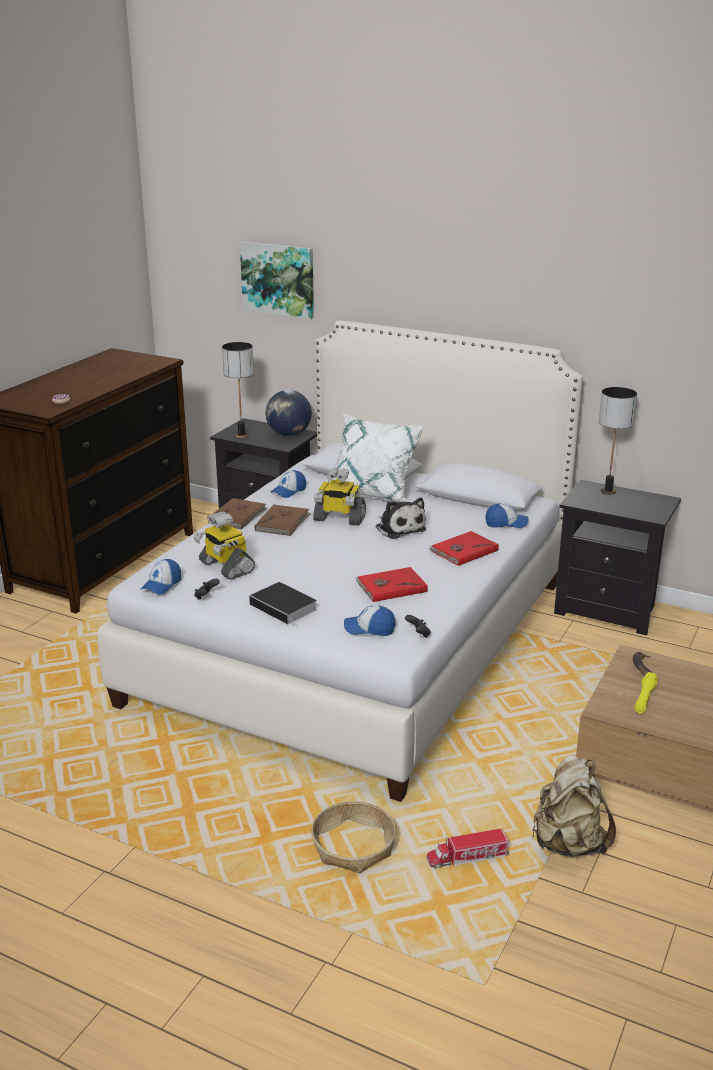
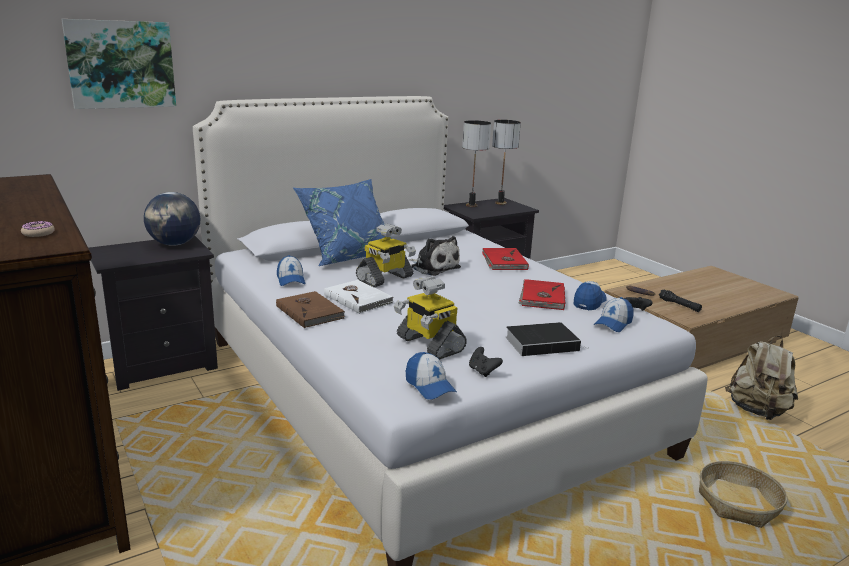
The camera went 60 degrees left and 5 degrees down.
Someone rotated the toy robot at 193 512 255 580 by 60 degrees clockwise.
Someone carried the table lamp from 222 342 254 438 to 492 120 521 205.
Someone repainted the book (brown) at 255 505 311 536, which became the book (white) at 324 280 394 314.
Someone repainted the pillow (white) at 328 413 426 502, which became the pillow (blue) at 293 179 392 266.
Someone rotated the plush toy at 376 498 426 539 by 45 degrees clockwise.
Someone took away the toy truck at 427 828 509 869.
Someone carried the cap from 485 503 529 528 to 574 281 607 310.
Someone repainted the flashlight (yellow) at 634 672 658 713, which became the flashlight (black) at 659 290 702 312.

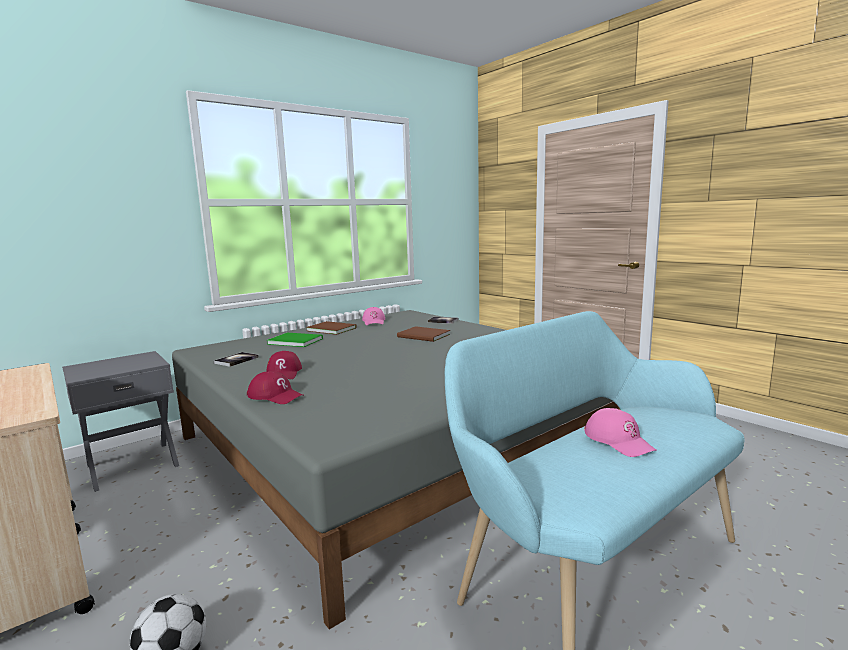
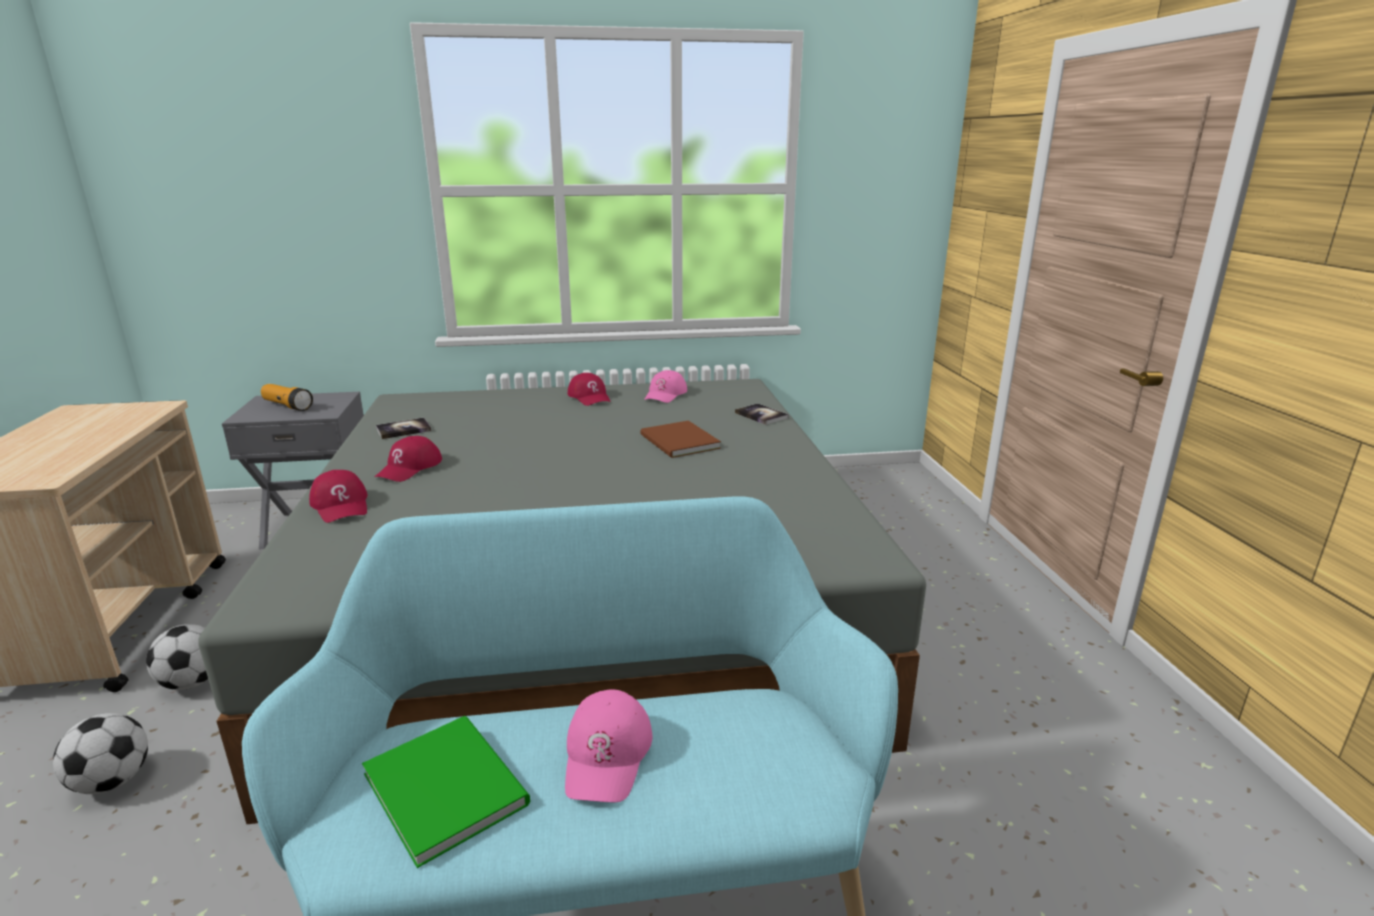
The camera went 30 degrees right and 10 degrees up.
Someone carried the book (green) from 267 333 323 347 to 362 716 530 868.
Someone swapped the book (brown) at 306 321 357 335 for the cap (red) at 568 373 611 406.
Someone put down the football at 146 624 208 690.
Someone put down the flashlight at 261 384 313 411.

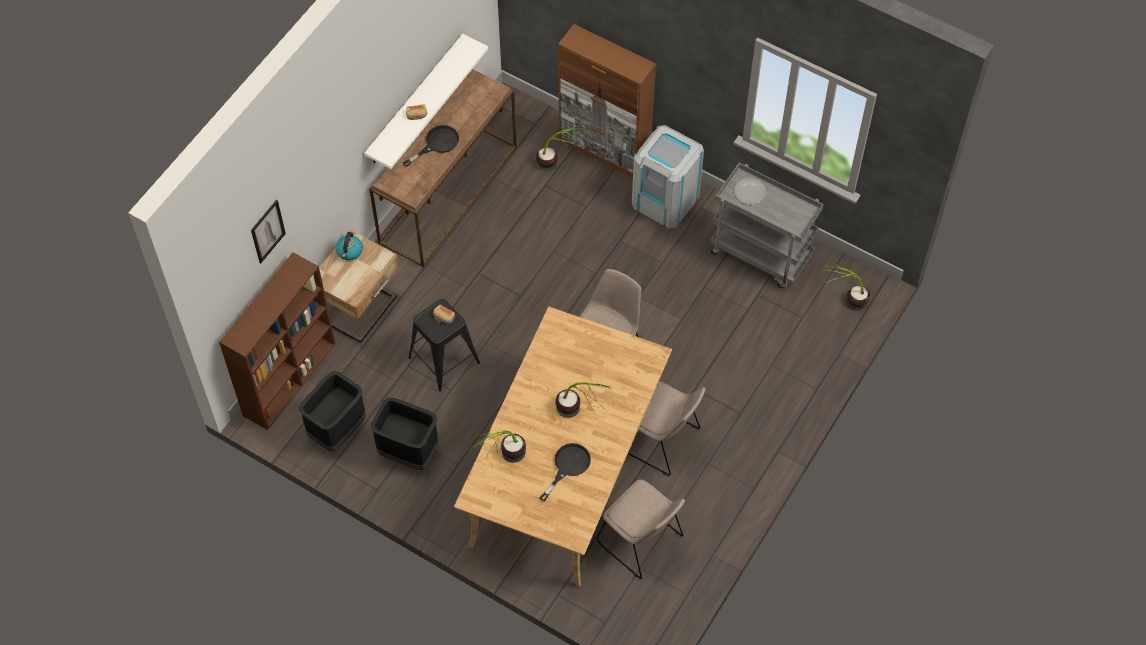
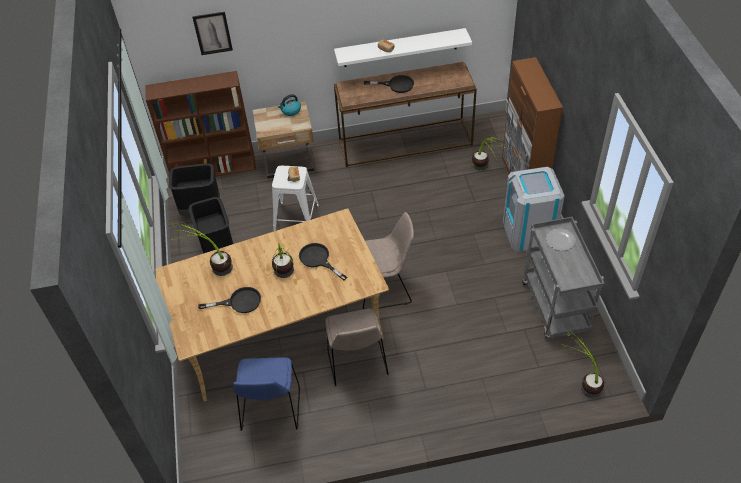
The camera went 50 degrees right and 10 degrees down.
Someone repainted the stool (black) at 408 299 480 392, which became the stool (white) at 272 166 319 231.
Someone repainted the chair (beige) at 597 479 685 579, which became the chair (blue) at 233 357 300 431.
Someone put down the frying pan (black) at 299 243 347 281.

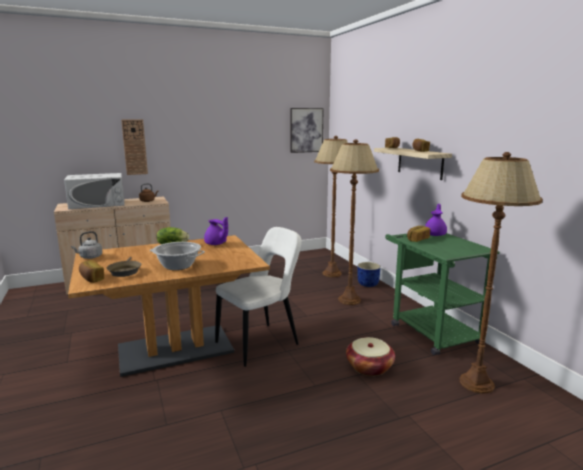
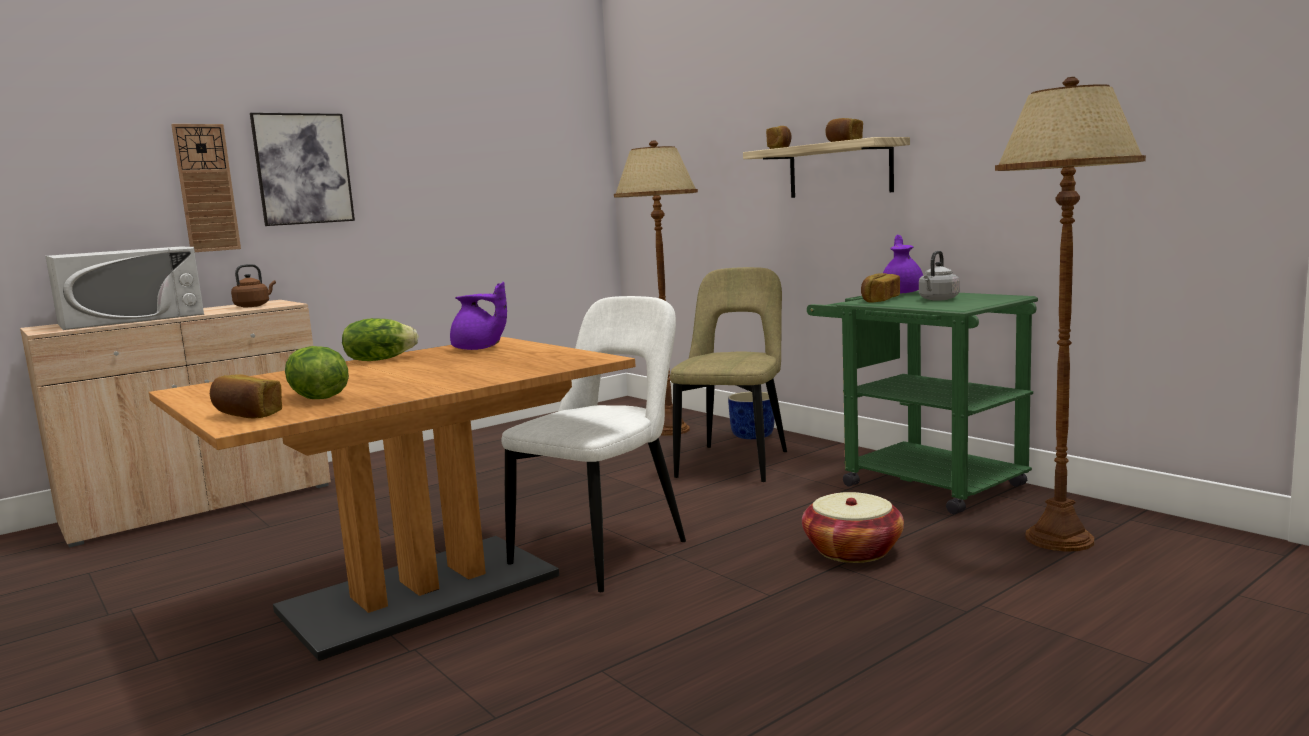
The camera went 15 degrees left and 5 degrees down.
Someone carried the kettle (grey) from 71 231 102 259 to 919 251 960 301.
Someone swapped the frying pan (brown) at 107 257 141 277 for the lettuce at 285 346 349 399.
Someone took away the cooking pot at 150 242 205 270.
Someone carried the picture from 290 108 324 153 to 250 112 355 226.
Someone swapped the floor lamp (brown) at 330 139 379 305 for the chair (beige) at 670 267 787 482.

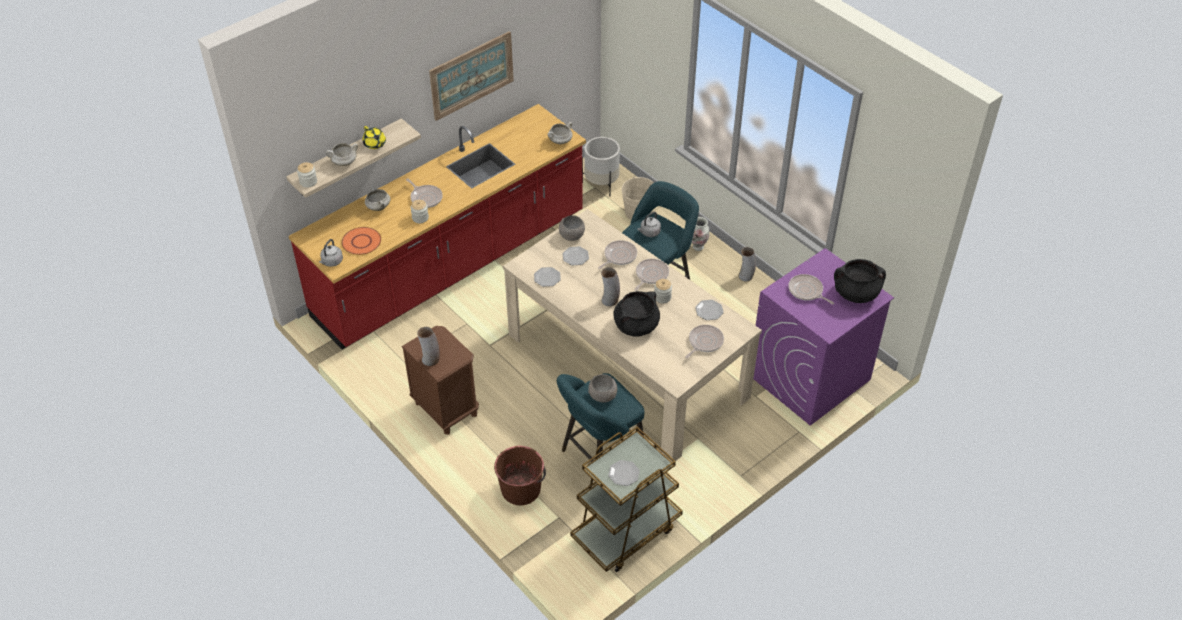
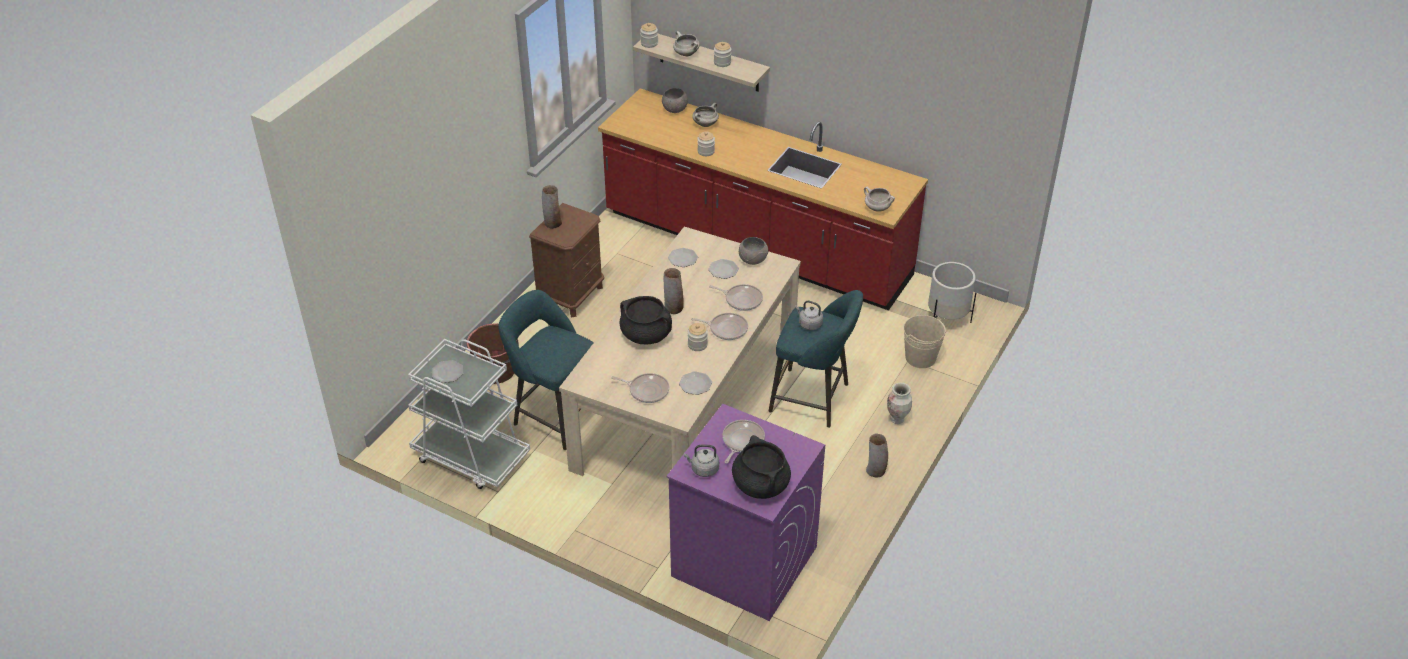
The camera went 70 degrees right and 5 degrees down.
Someone carried the kettle (grey) from 319 239 343 267 to 684 444 719 477.
Someone took away the plate (orange) at 341 227 381 255.
Someone swapped the teapot (yellow) at 362 126 386 149 for the jar at 714 42 731 67.
Someone took away the frying pan at 406 178 443 208.
Someone took away the picture at 429 31 514 121.
Someone repainted the cart (brown) at 570 427 683 572, which became the cart (white) at 408 339 530 489.
Someone carried the bowl (grey) from 588 374 617 403 to 662 88 688 113.

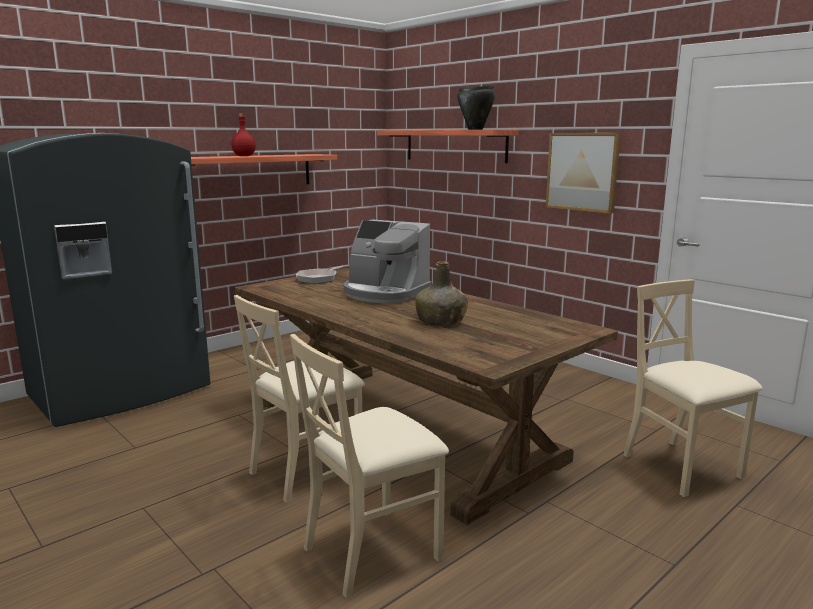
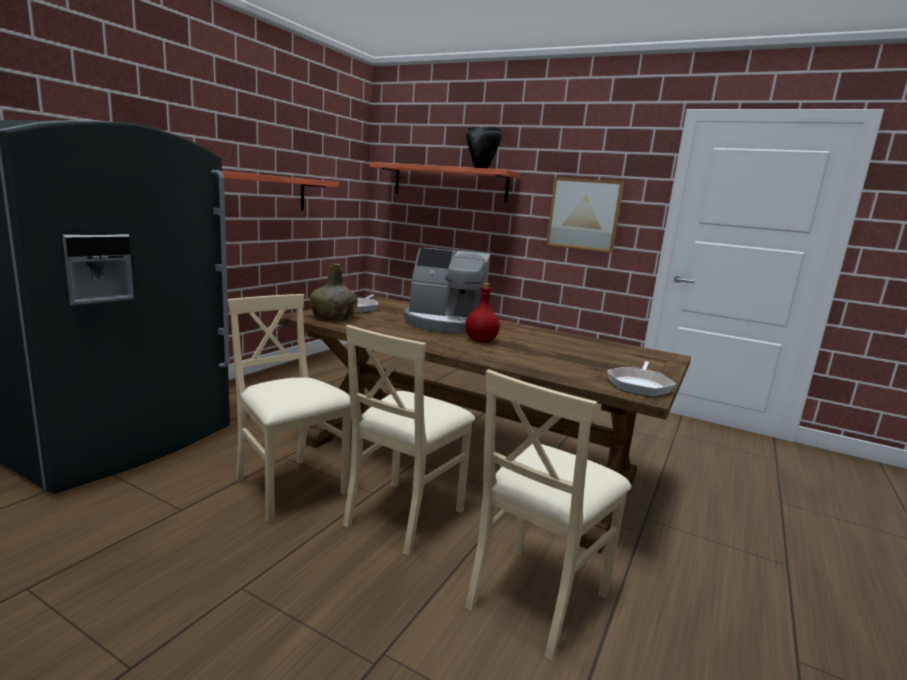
The camera went 20 degrees left and 0 degrees up.
Someone carried the bottle (red) from 231 113 256 156 to 465 283 500 342.
Someone carried the bottle (green) from 415 261 468 326 to 310 264 358 321.
Someone carried the chair (beige) from 623 279 763 497 to 228 294 351 523.
Someone put down the frying pan at 607 361 676 397.

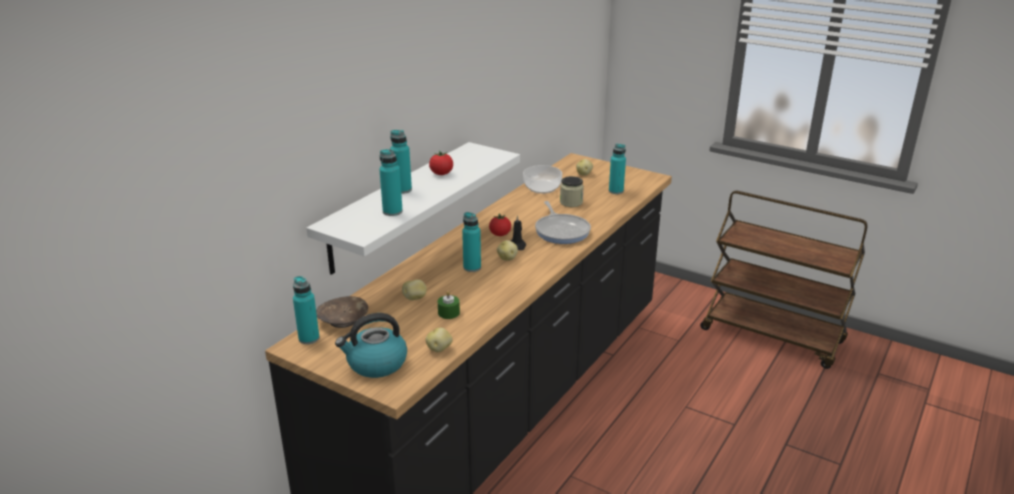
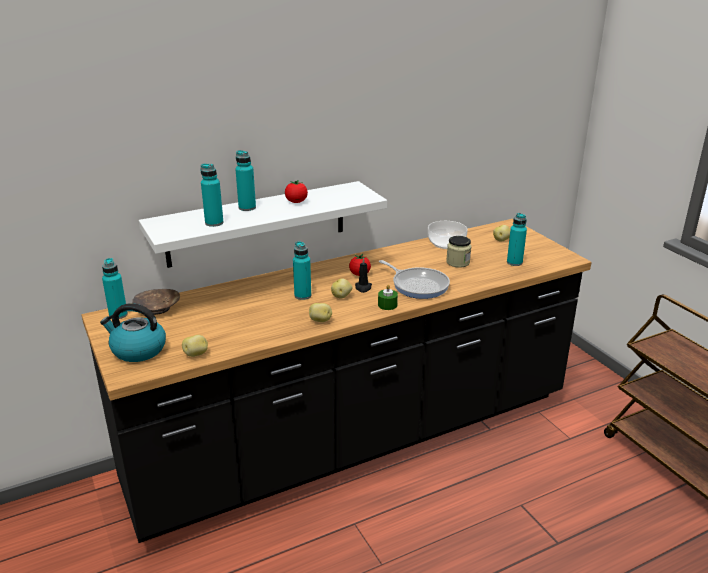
The camera went 30 degrees right and 0 degrees up.
Someone carried the potato from 402 279 427 300 to 309 303 332 322.
Someone carried the candle (green) from 438 291 460 319 to 378 285 398 310.
Someone rotated the frying pan at 535 201 591 244 by 60 degrees counterclockwise.

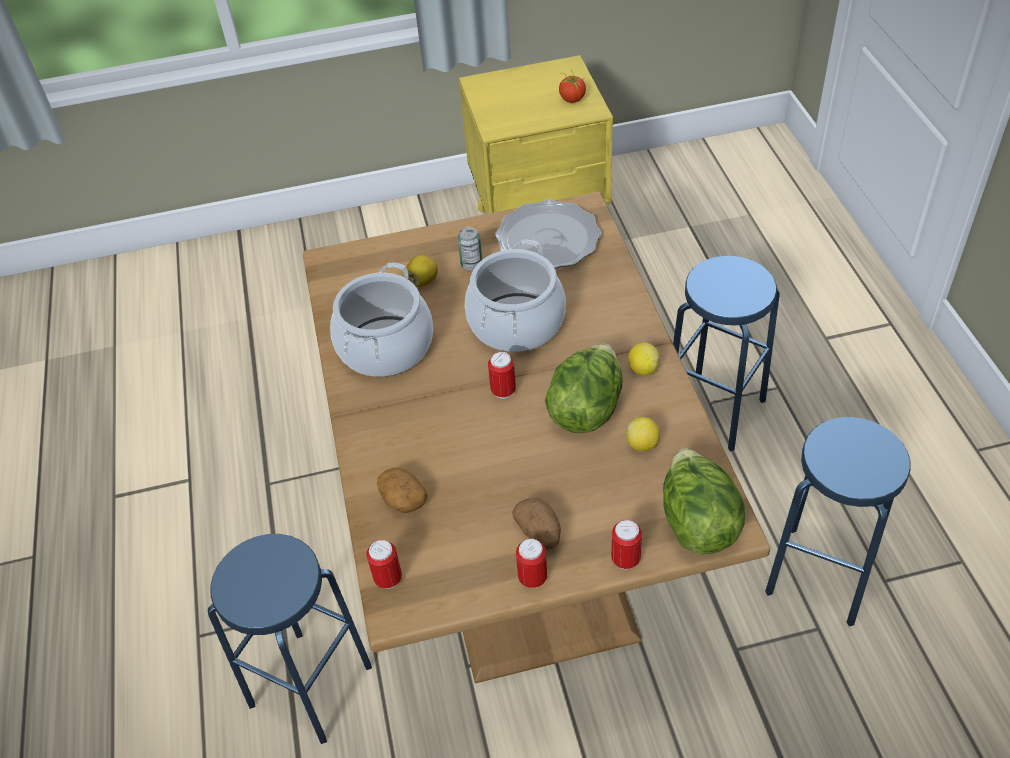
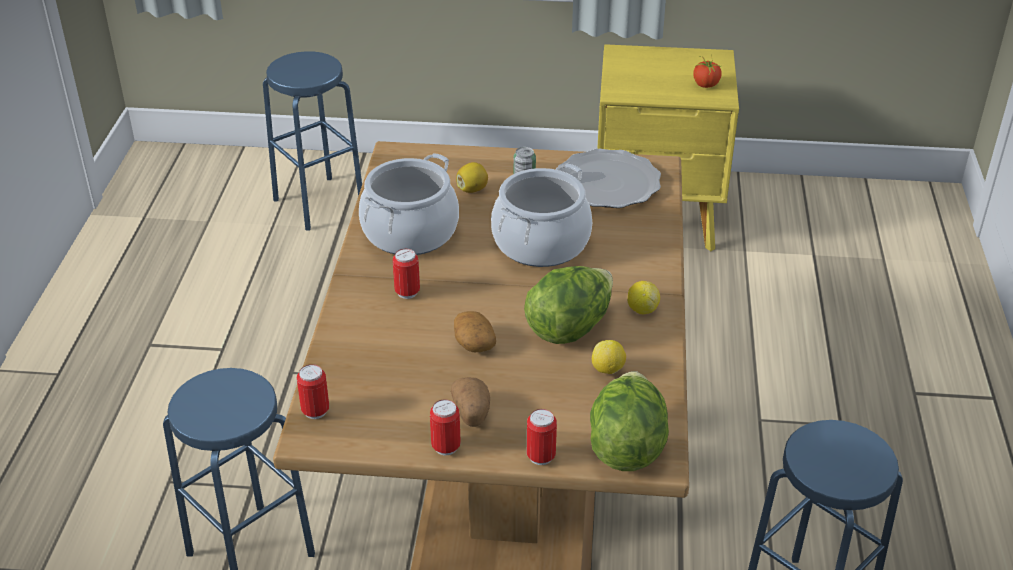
The camera went 15 degrees right and 10 degrees down.
Someone carried the potato from 377 468 427 513 to 454 311 496 352.
Someone carried the can from 488 352 516 399 to 393 249 420 299.
Someone carried the stool (blue) from 673 256 780 451 to 263 51 362 231.

